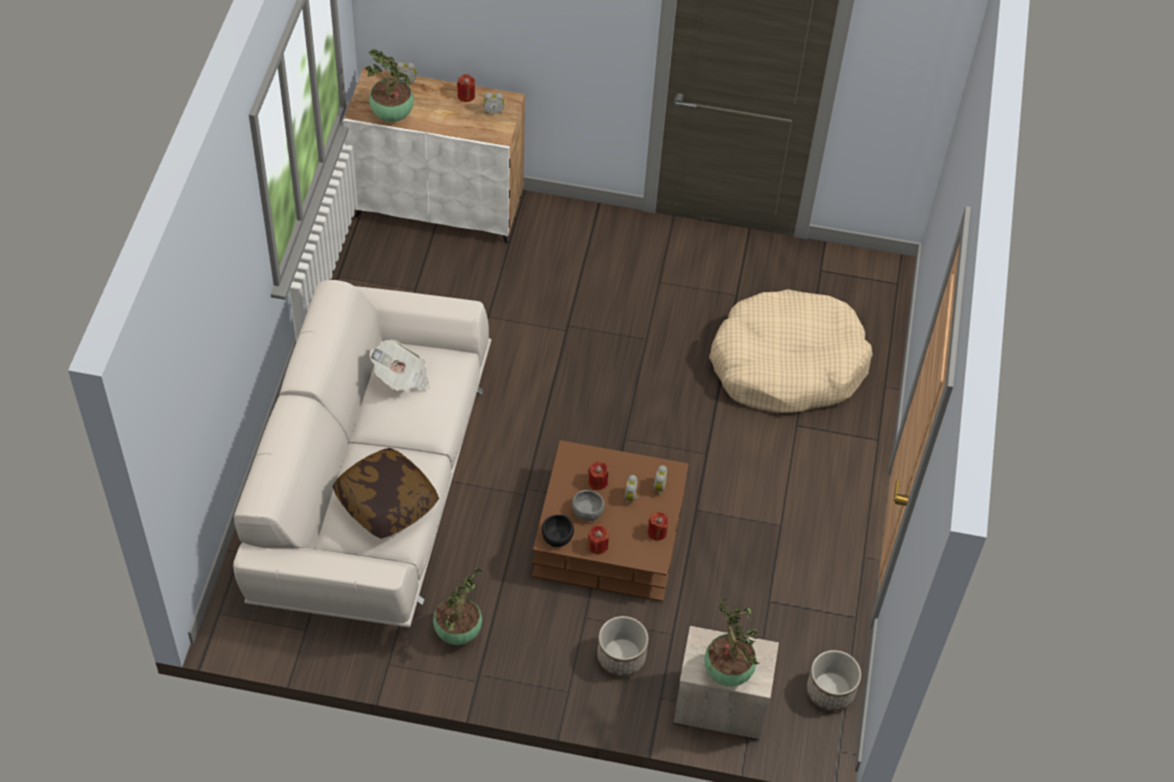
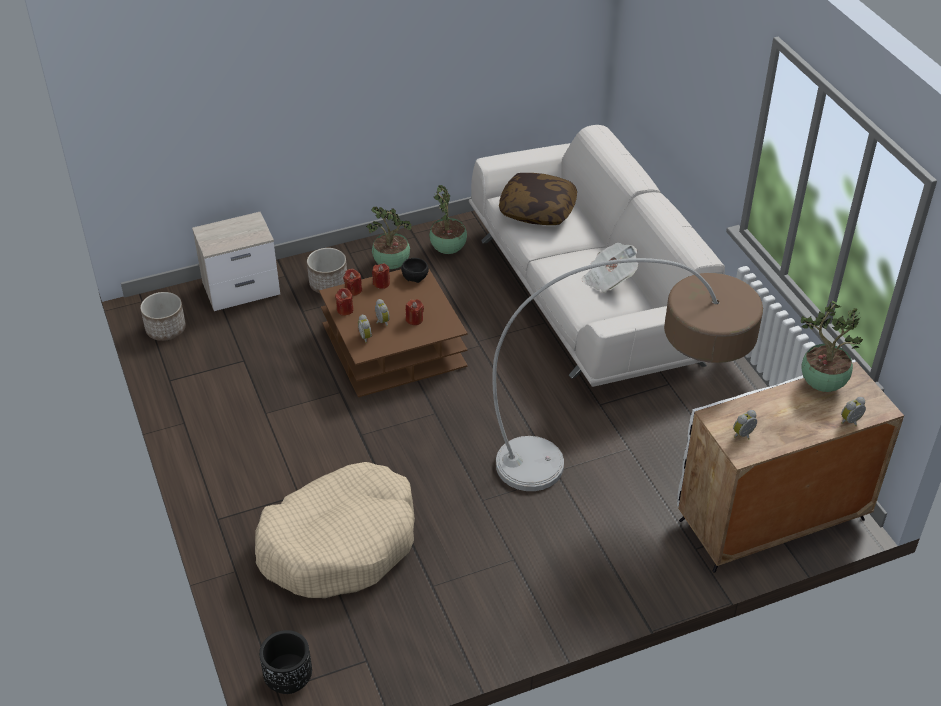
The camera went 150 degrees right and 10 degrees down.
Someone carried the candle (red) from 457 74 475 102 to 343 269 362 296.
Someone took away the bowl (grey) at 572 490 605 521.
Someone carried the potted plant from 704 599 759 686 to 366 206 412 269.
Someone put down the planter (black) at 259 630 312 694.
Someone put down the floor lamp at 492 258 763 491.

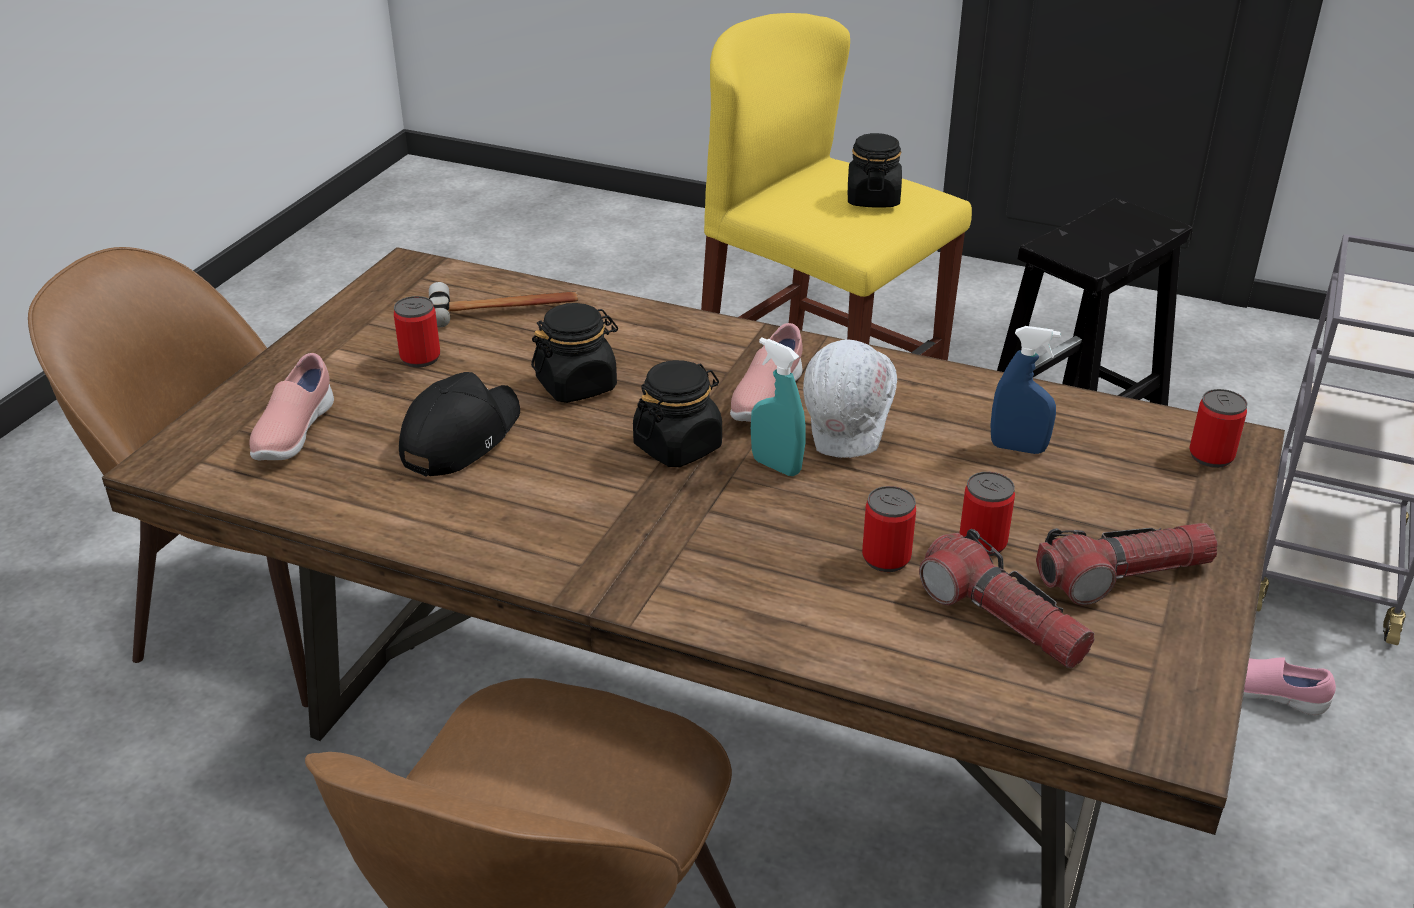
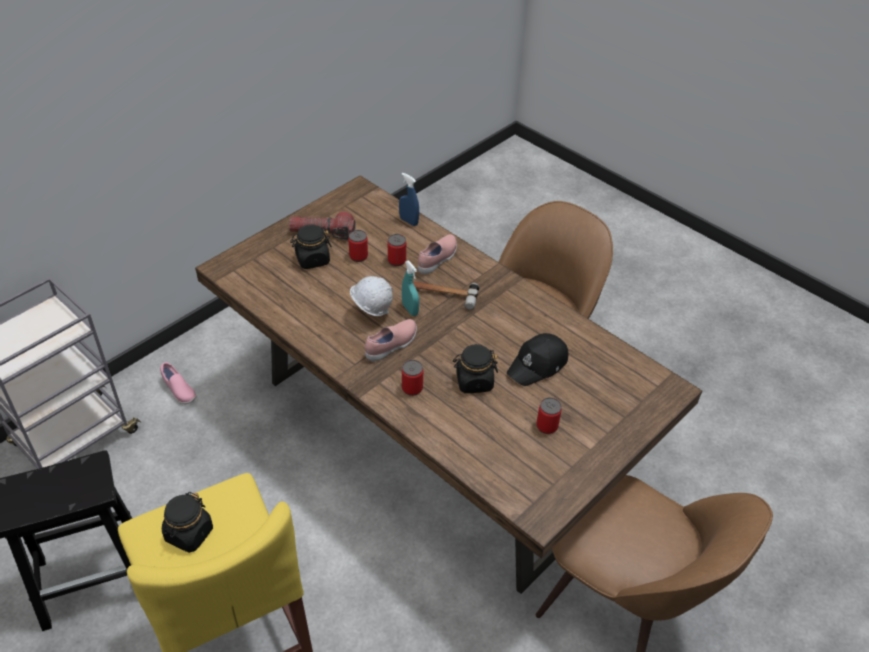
The camera went 160 degrees left and 10 degrees up.
Someone carried the shoe (pink) from 249 353 334 460 to 418 234 457 274.
Someone carried the hammer from 429 282 578 327 to 413 281 479 310.
Someone carried the jar (black) from 633 360 722 467 to 290 224 332 269.
Someone took away the flashlight at 919 529 1095 668.
Someone carried the spray bottle (blue) from 991 326 1061 454 to 399 172 419 226.
Someone carried the can from 1189 389 1247 468 to 402 360 423 396.

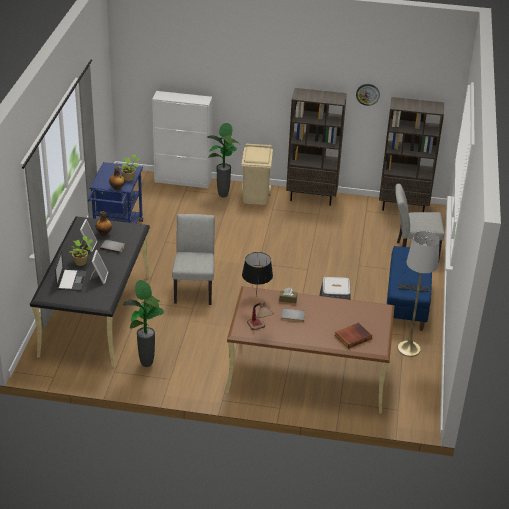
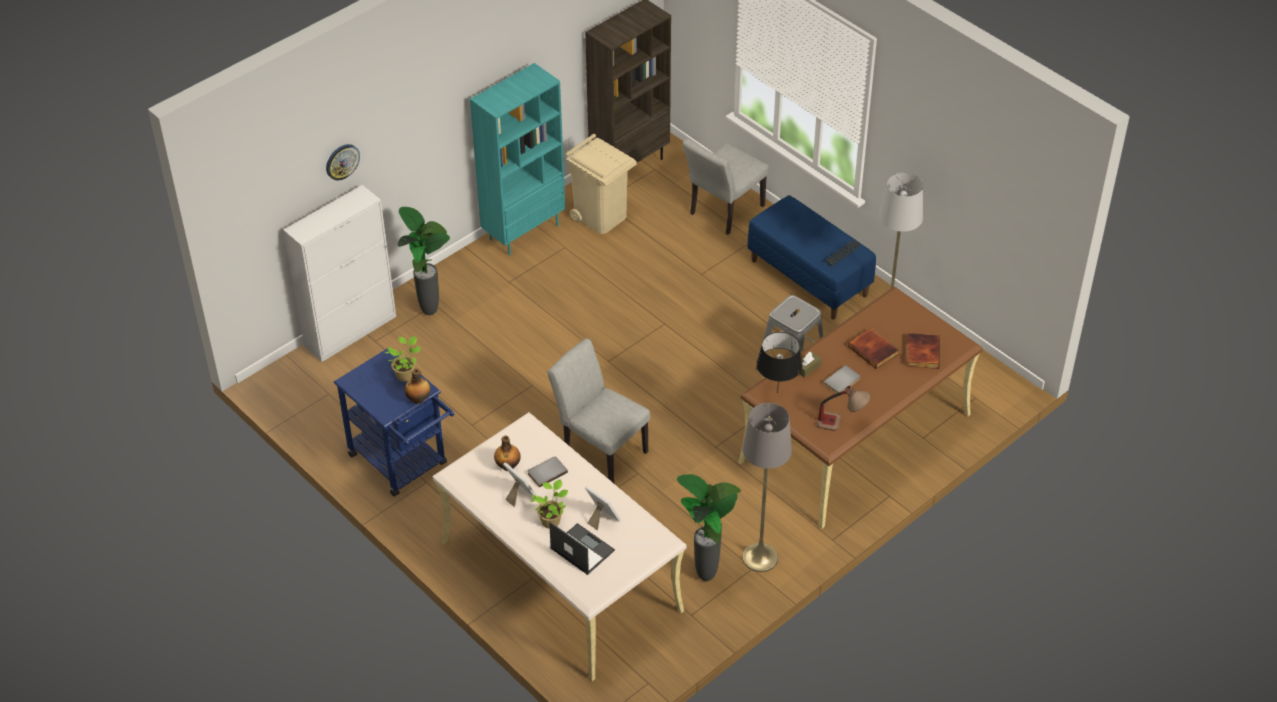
The camera went 50 degrees left and 10 degrees up.
Someone repainted the desk (black) at 30 216 151 368, which became the desk (beige) at 433 412 686 681.
Someone carried the trash can (beige) from 241 144 273 205 to 565 134 637 234.
Someone repainted the bookcase (brown) at 286 88 347 206, which became the bookcase (turquoise) at 470 63 565 256.
Someone carried the wall clock from 356 84 380 106 to 326 144 360 181.
Someone put down the floor lamp (grey) at 742 403 792 572.
Someone put down the book at 848 328 899 369.

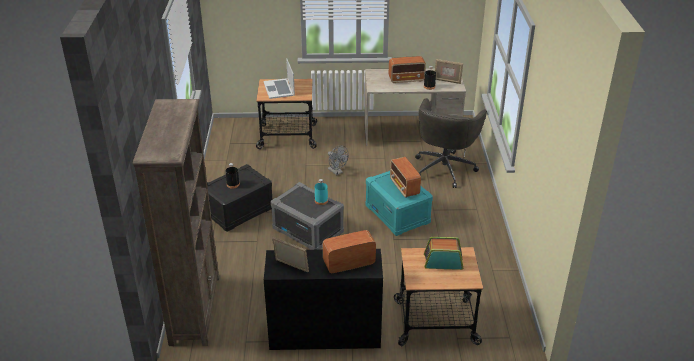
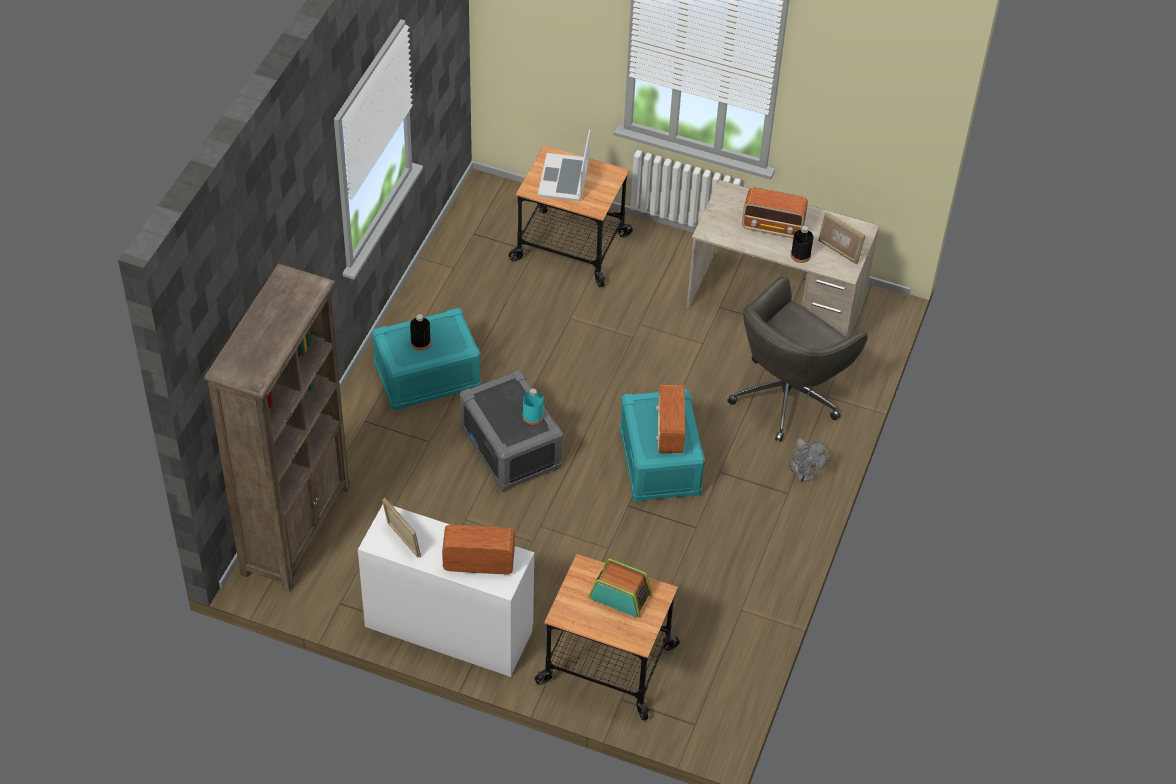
The camera went 20 degrees right and 15 degrees up.
Someone repainted the storage box (black) at 207 164 273 232, which became the storage box (turquoise) at 372 308 481 411.
Someone repainted the desk (black) at 264 249 383 350, which became the desk (white) at 358 505 534 677.
Someone carried the fan (grey) from 328 146 349 176 to 789 439 830 483.

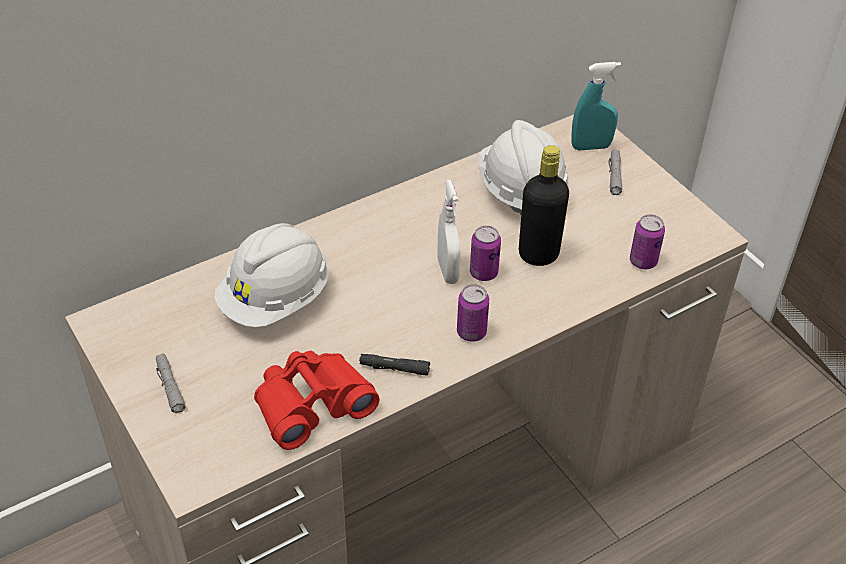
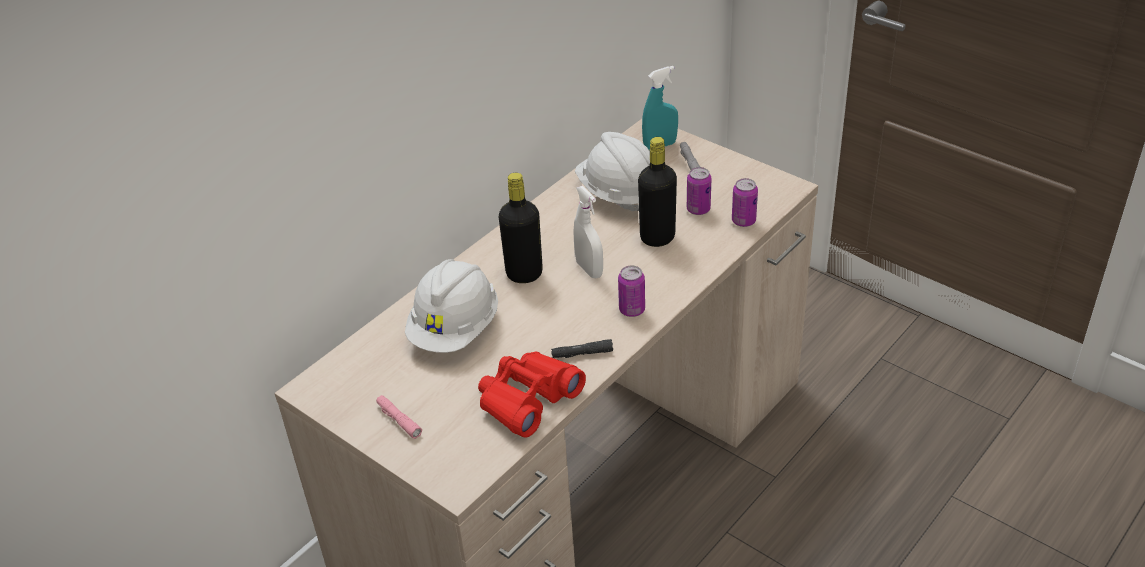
The camera went 15 degrees left and 5 degrees down.
Someone repainted the flashlight (grey) at 156 353 186 413, which became the flashlight (pink) at 376 395 422 439.
Someone carried the can from 470 226 501 281 to 687 167 712 215.
Someone put down the bottle (black) at 499 173 543 283.

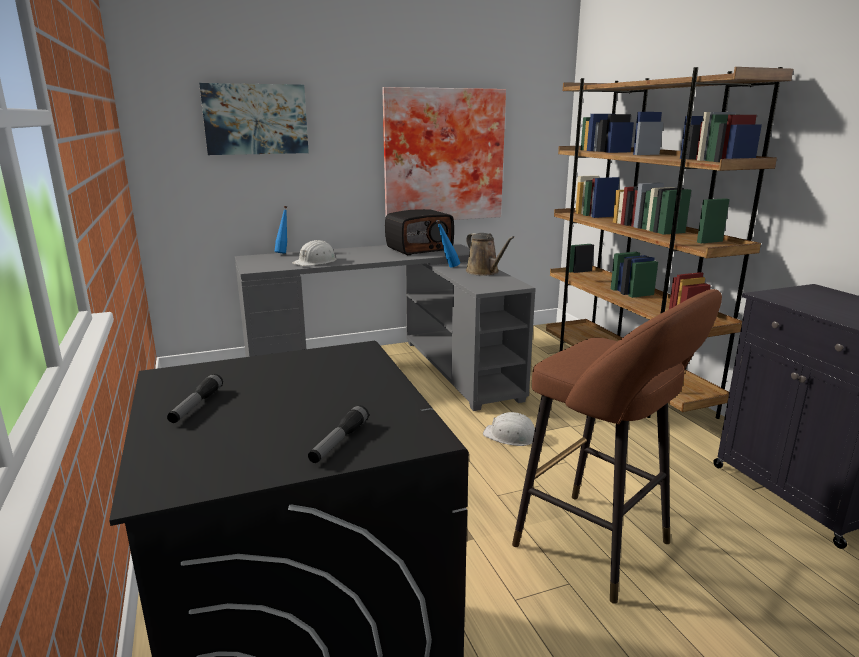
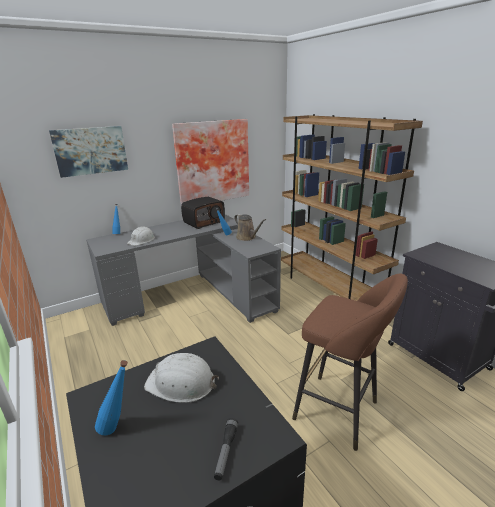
The camera went 10 degrees left and 5 degrees up.
Someone swapped the flashlight at 167 374 223 423 for the bottle (blue) at 95 360 128 435.
Someone carried the hard hat (white) from 483 412 535 446 to 144 353 219 403.

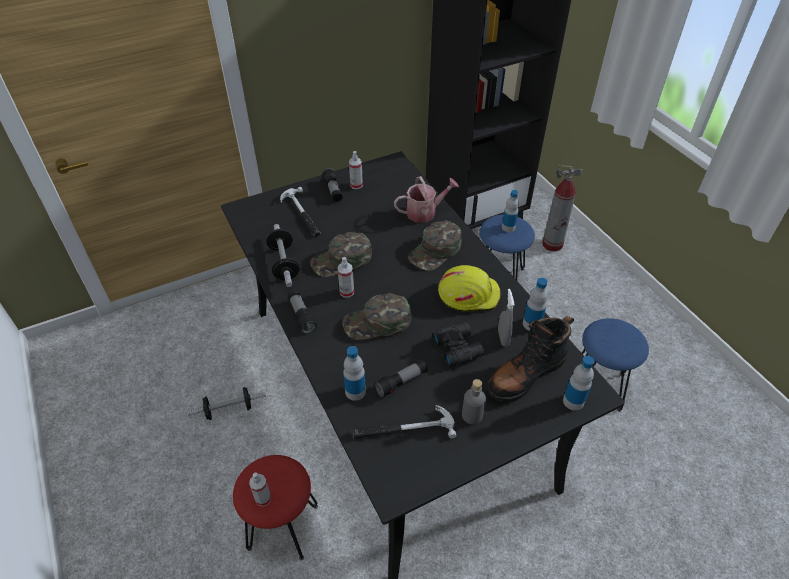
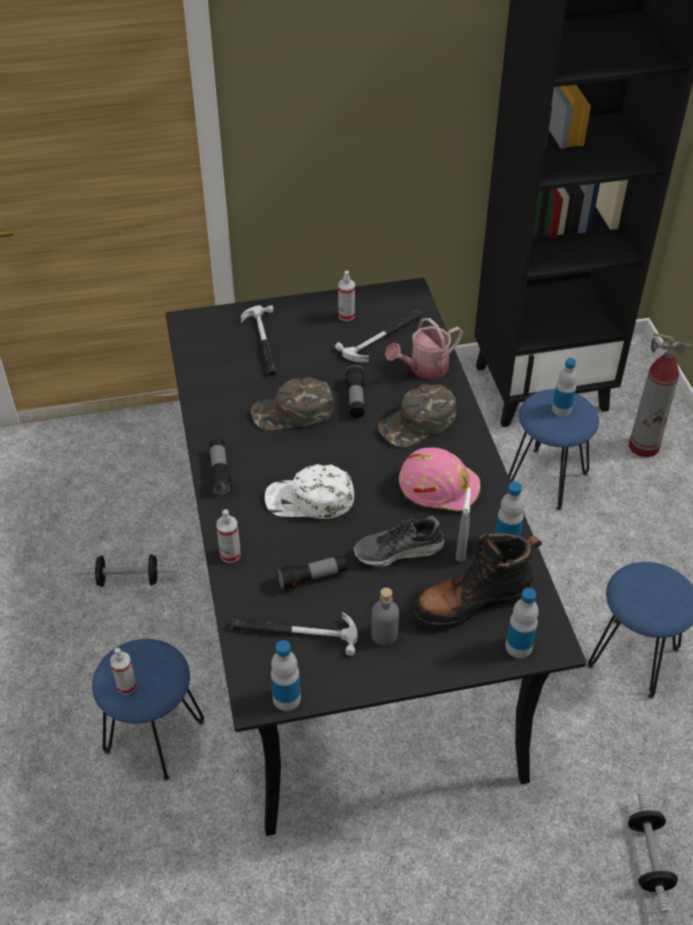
The camera went 15 degrees right and 0 degrees up.
Someone repainted the stool (red) at 233 455 318 560, which became the stool (blue) at 92 639 204 781.
Someone carried the dumbbell from 266 224 300 287 to 628 792 678 913.
Someone carried the flashlight from 322 168 343 202 to 345 365 365 418.
Someone carried the spray bottle from 337 257 354 298 to 216 509 241 563.
Someone repainted the cap (green) at 342 293 412 340, which became the cap (white) at 265 464 354 519.
Someone carried the bottle from 343 346 366 401 to 271 640 301 711.
Someone rotated the watering can at 394 176 459 222 by 150 degrees clockwise.
Someone swapped the binoculars (black) at 432 322 484 367 for the shoe at 354 516 444 567.
Someone repainted the hard hat (yellow) at 438 265 501 312, which became the hard hat (pink) at 399 447 481 514.
Someone put down the hammer at 335 309 422 362.

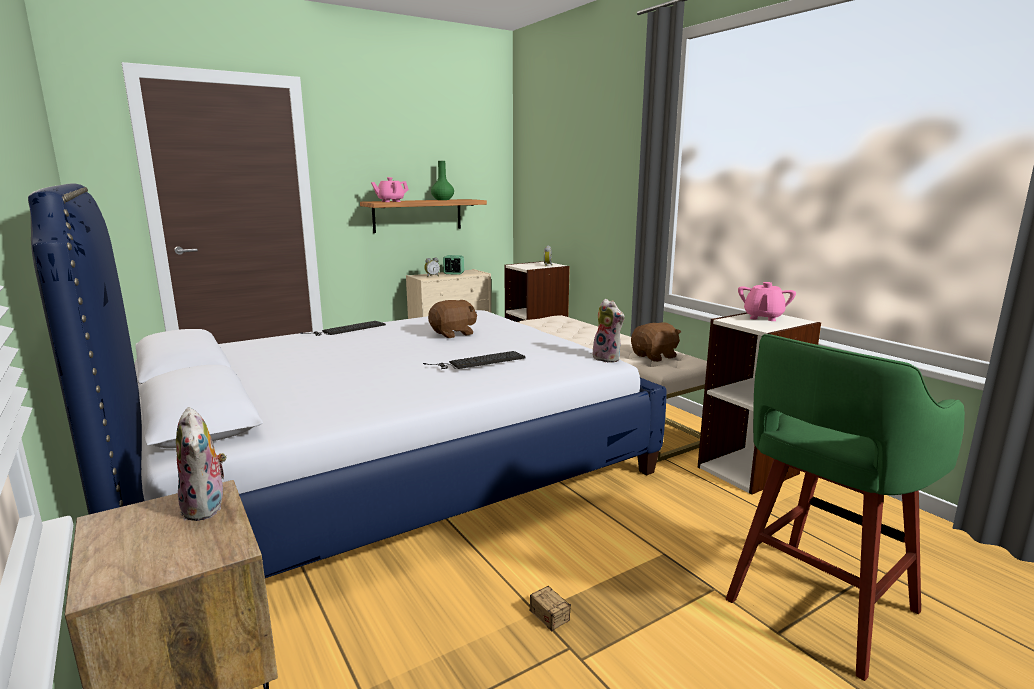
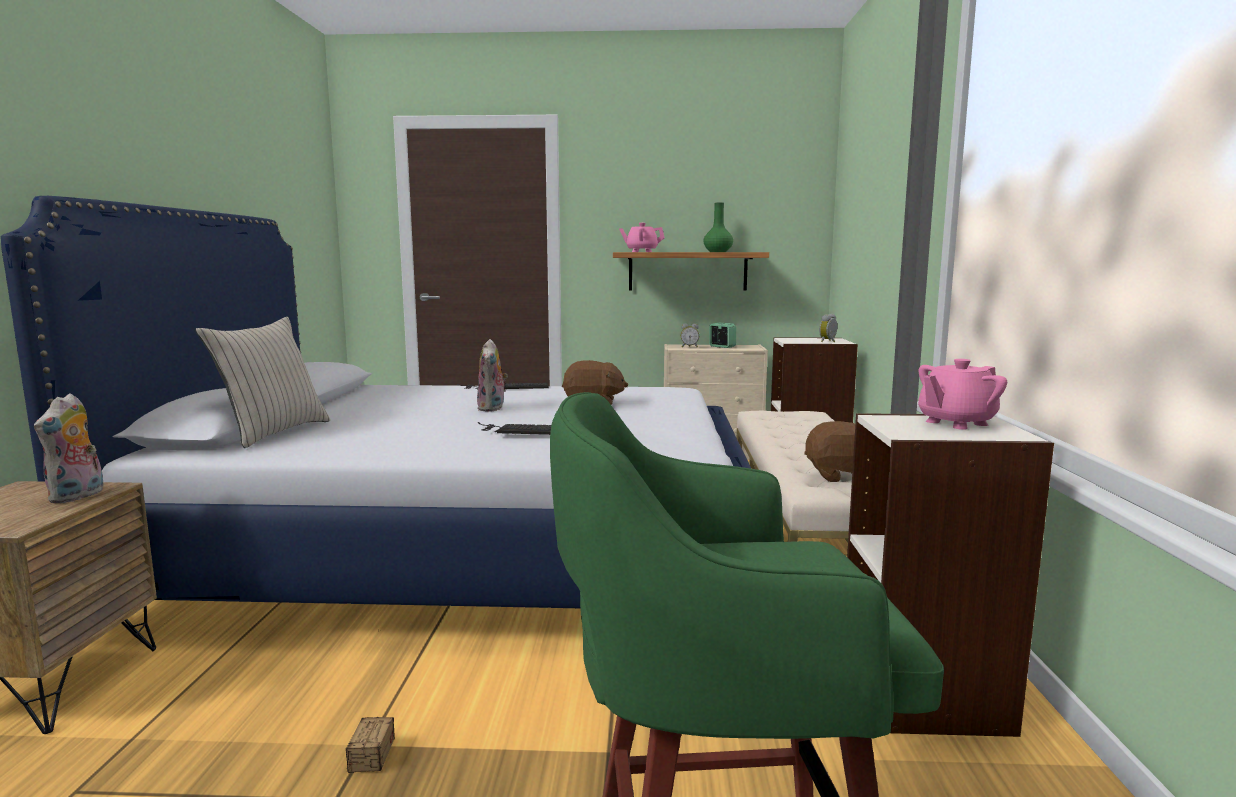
The camera went 35 degrees right and 5 degrees down.
Someone carried the plush toy from 592 299 625 363 to 477 339 508 412.
Someone put down the pillow (beige) at 195 317 330 448.

